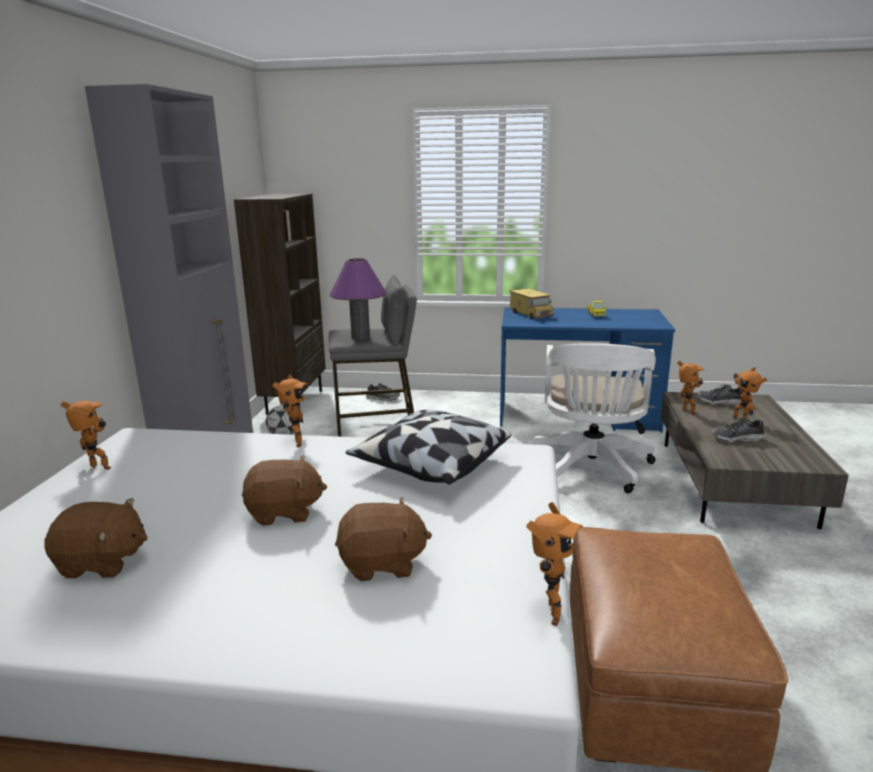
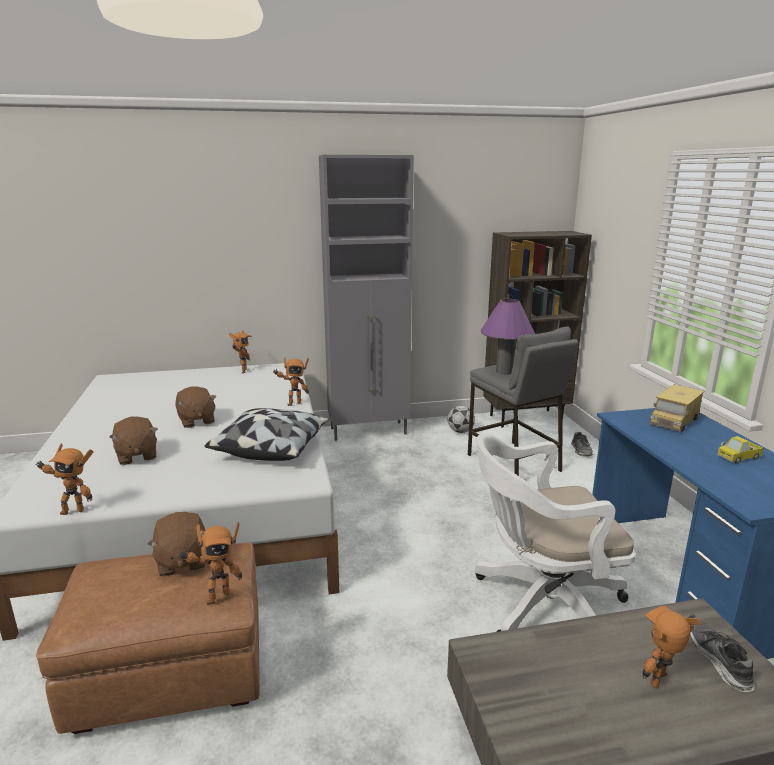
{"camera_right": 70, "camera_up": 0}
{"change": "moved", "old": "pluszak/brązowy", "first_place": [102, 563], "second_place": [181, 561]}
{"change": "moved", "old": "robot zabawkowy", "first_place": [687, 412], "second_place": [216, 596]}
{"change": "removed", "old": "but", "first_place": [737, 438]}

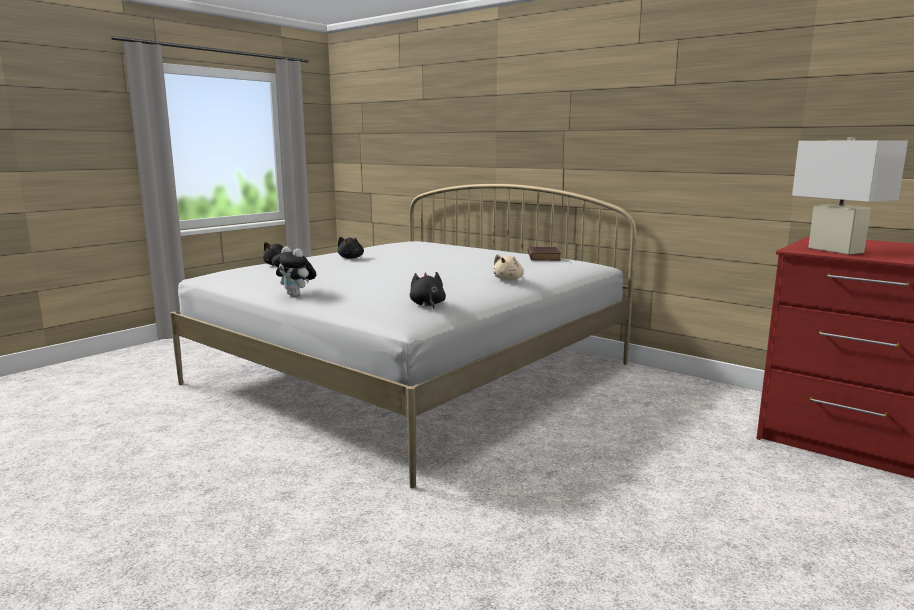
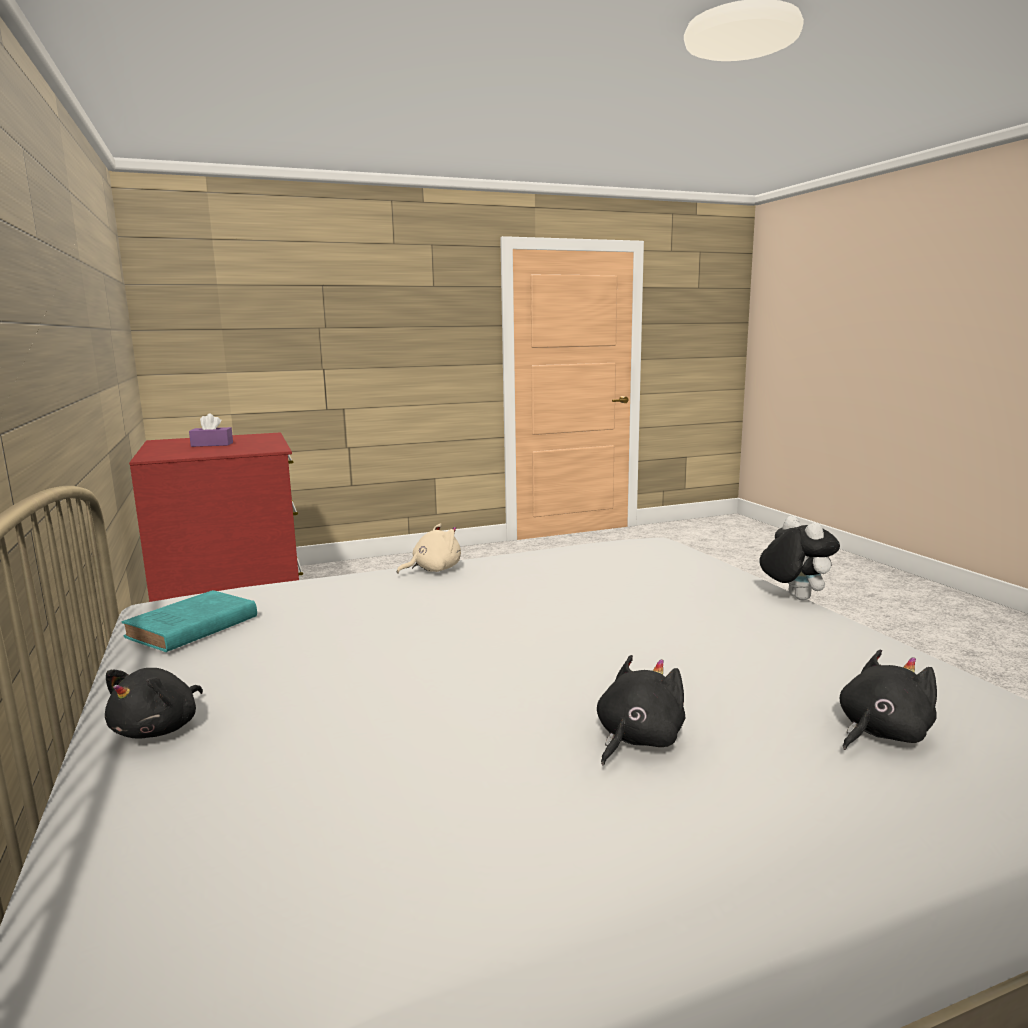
{"camera_right": -150, "camera_up": 0}
{"change": "moved", "old": "pluszak/czarny", "first_place": [427, 305], "second_place": [159, 729]}
{"change": "recoloured", "old": "książka/brązowy", "new": "książka/turkusowy", "first_place": [543, 256], "second_place": [189, 628]}
{"change": "removed", "old": "lampa stołowa/biały", "first_place": [835, 250]}
{"change": "added", "new": "pudełko chusteczek/fioletowy", "second_place": [212, 444]}

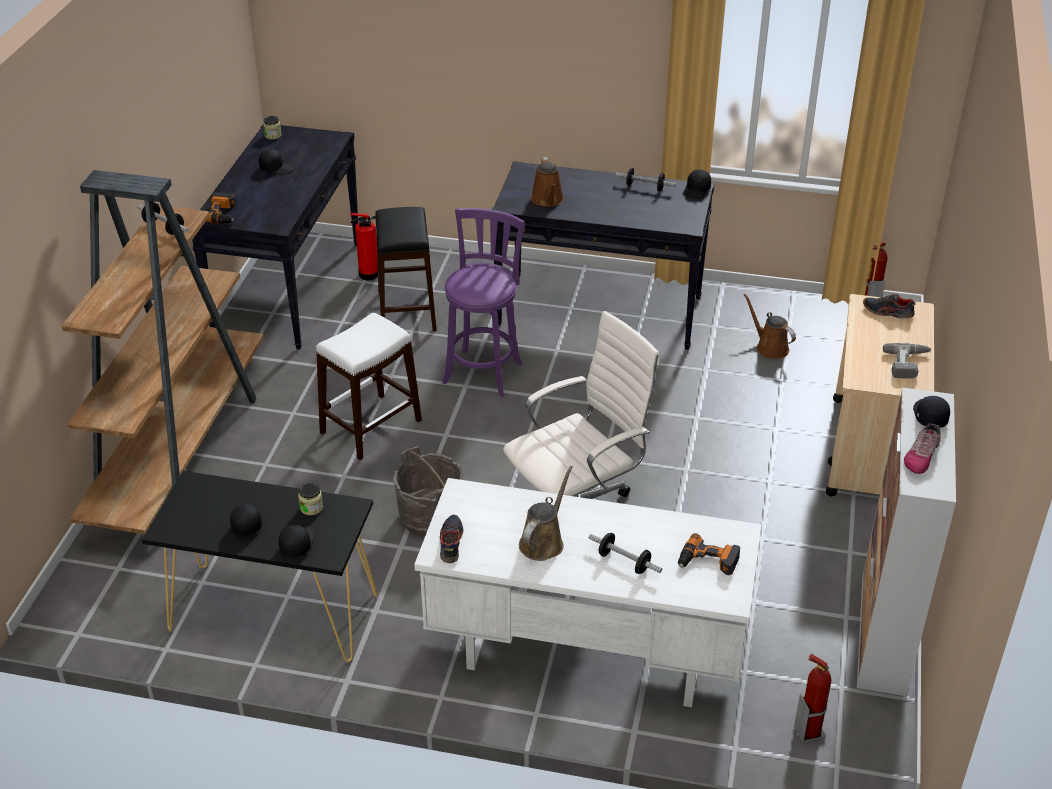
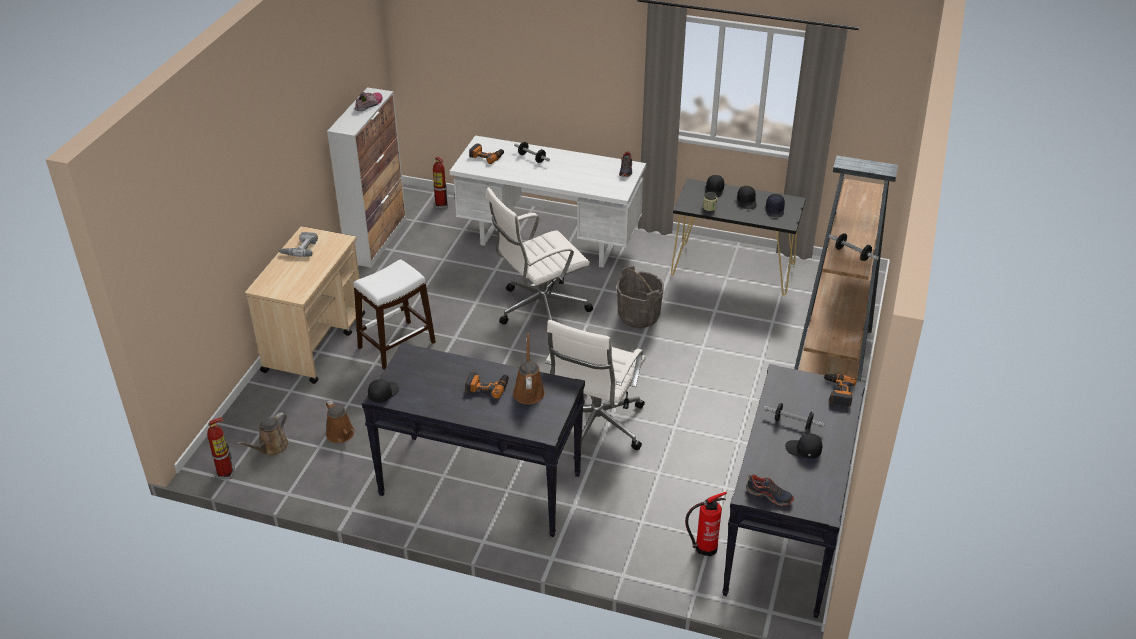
{"camera_right": -175, "camera_up": 0}
{"change": "removed", "old": "słoik", "first_place": [273, 135]}
{"change": "moved", "old": "stołek/biały", "first_place": [370, 426], "second_place": [397, 345]}
{"change": "removed", "old": "stołek/czarny", "first_place": [407, 310]}
{"change": "replaced", "old": "stołek/fioletowy", "new": "krzesło biurowe/biały", "first_place": [484, 371], "second_place": [594, 427]}
{"change": "moved", "old": "konewka/brązowy", "first_place": [543, 541], "second_place": [271, 447]}
{"change": "moved", "old": "hantel", "first_place": [645, 187], "second_place": [793, 423]}
{"change": "moved", "old": "but", "first_place": [887, 312], "second_place": [769, 495]}
{"change": "moved", "old": "czapka z daszkiem/czarny", "first_place": [929, 416], "second_place": [775, 210]}
{"change": "added", "new": "wiertarka", "second_place": [487, 386]}

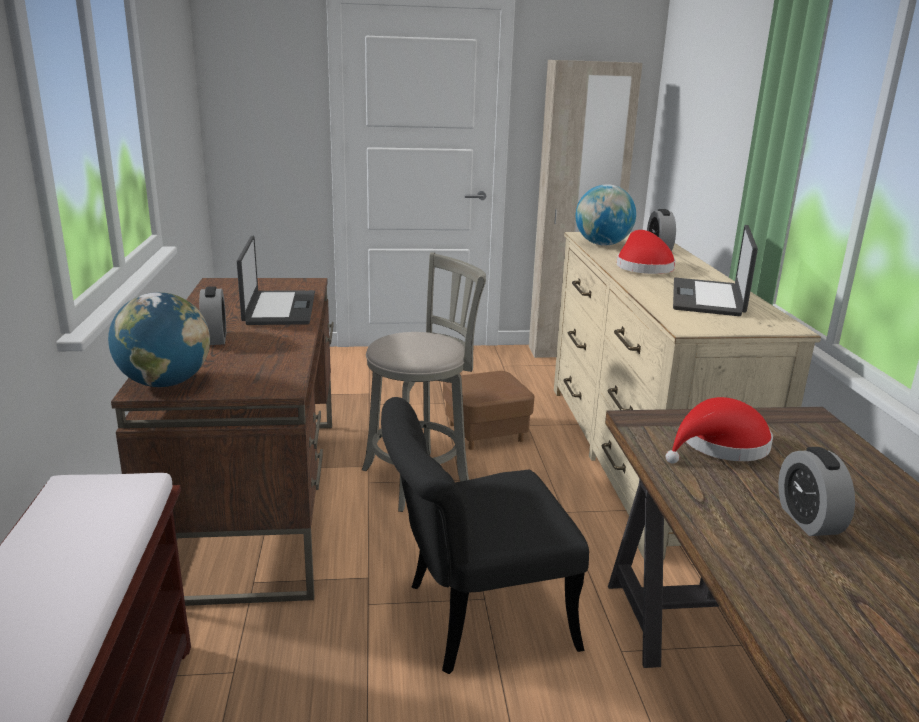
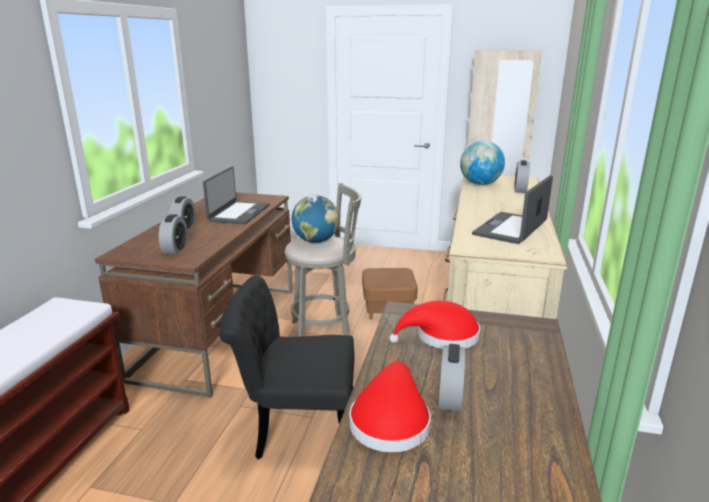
{"camera_right": 20, "camera_up": 0}
{"change": "moved", "old": "globus", "first_place": [165, 383], "second_place": [315, 241]}
{"change": "moved", "old": "kapelusz/czerwony", "first_place": [642, 267], "second_place": [390, 420]}
{"change": "added", "new": "budzik", "second_place": [175, 249]}

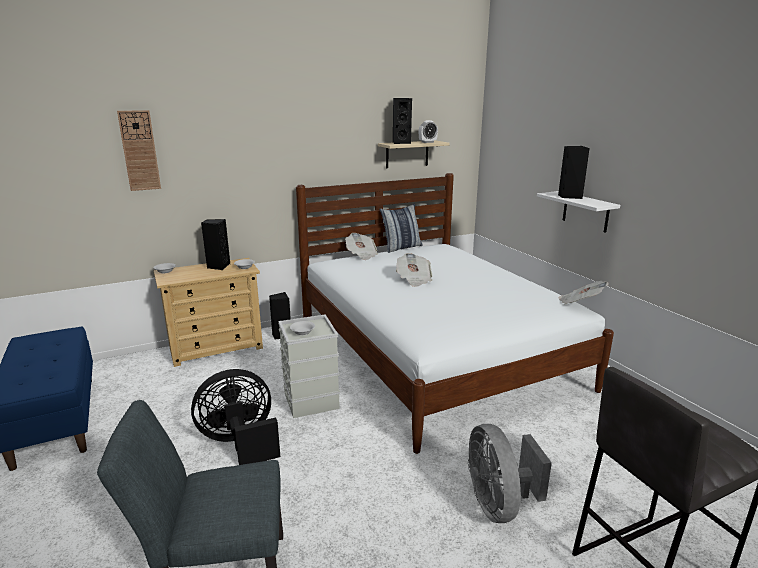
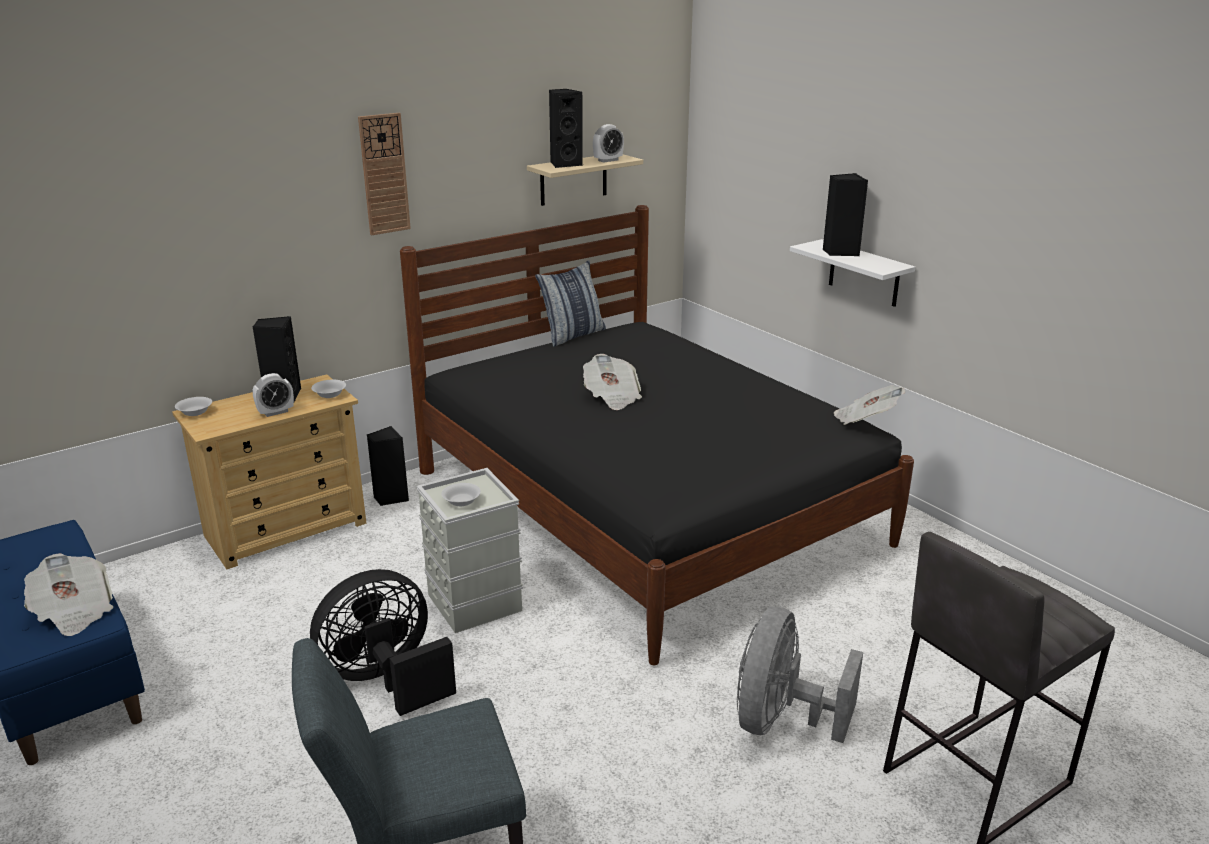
{"camera_right": -10, "camera_up": 5}
{"change": "moved", "old": "zegar ścienny", "first_place": [139, 151], "second_place": [384, 174]}
{"change": "recoloured", "old": "łóżko/biały", "new": "łóżko/czarny", "first_place": [433, 353], "second_place": [644, 507]}
{"change": "moved", "old": "gazeta", "first_place": [361, 255], "second_place": [74, 612]}
{"change": "turned", "old": "wentylator/szary", "first_place": [499, 504], "second_place": [780, 720], "degrees": 45}
{"change": "added", "new": "budzik", "second_place": [276, 412]}

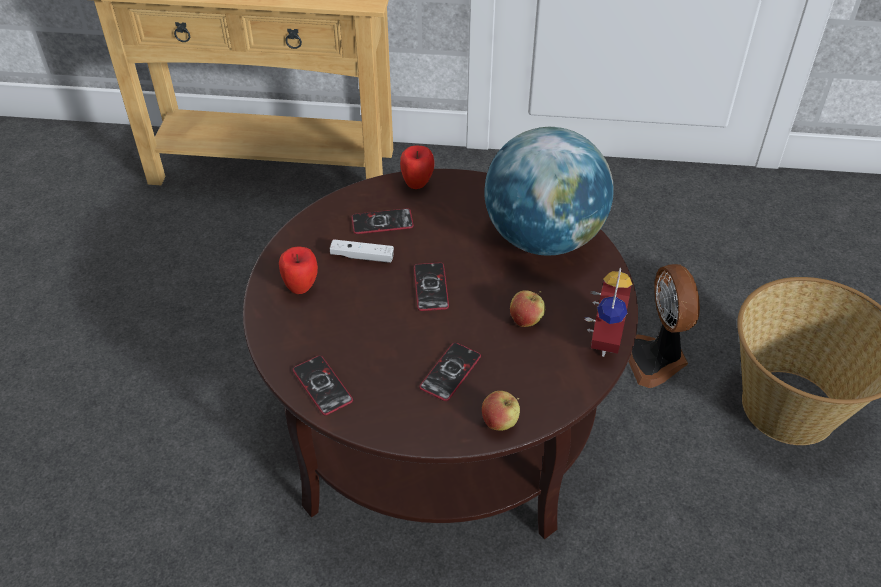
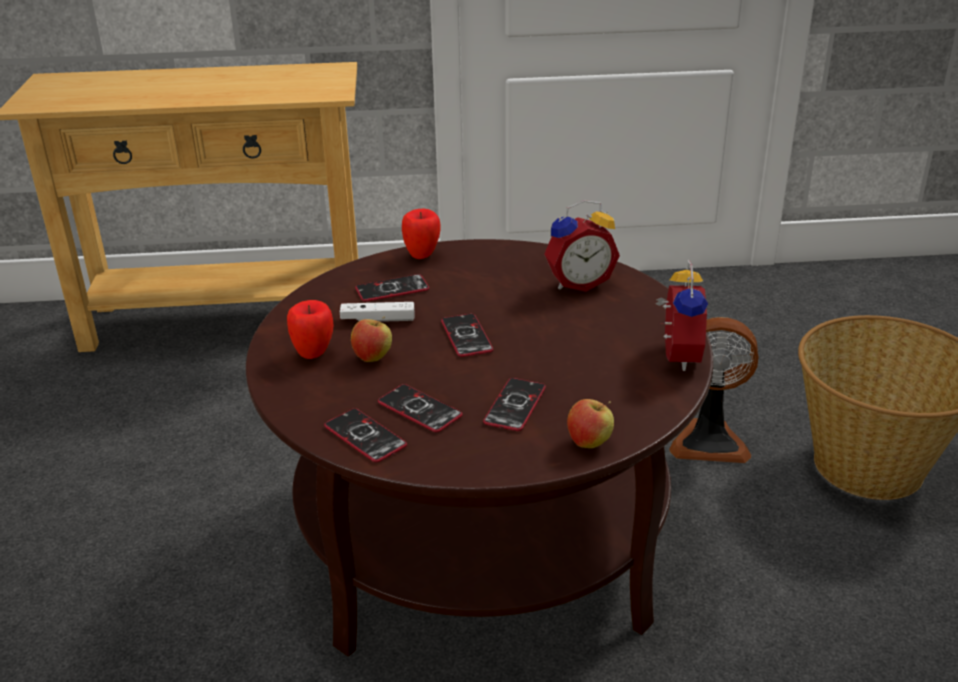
{"camera_right": -10, "camera_up": -15}
{"change": "replaced", "old": "globus", "new": "budzik", "first_place": [543, 238], "second_place": [578, 283]}
{"change": "moved", "old": "jabłko", "first_place": [526, 321], "second_place": [373, 357]}
{"change": "turned", "old": "wentylator", "first_place": [656, 359], "second_place": [709, 441], "degrees": -60}
{"change": "added", "new": "telefon", "second_place": [419, 409]}

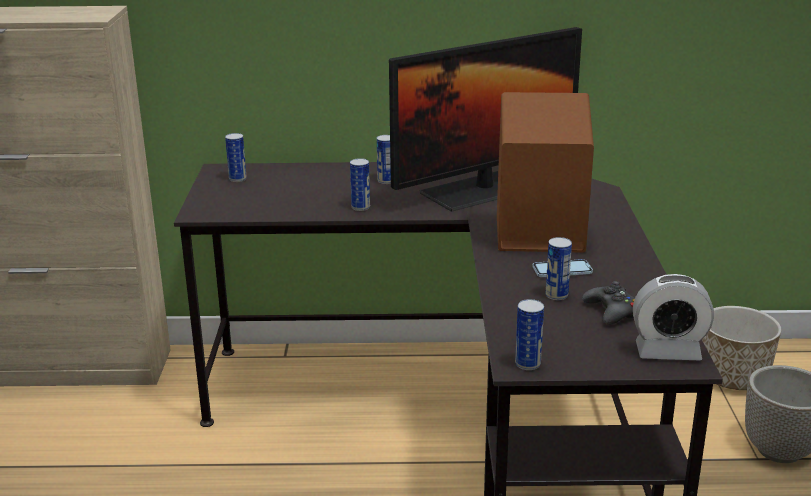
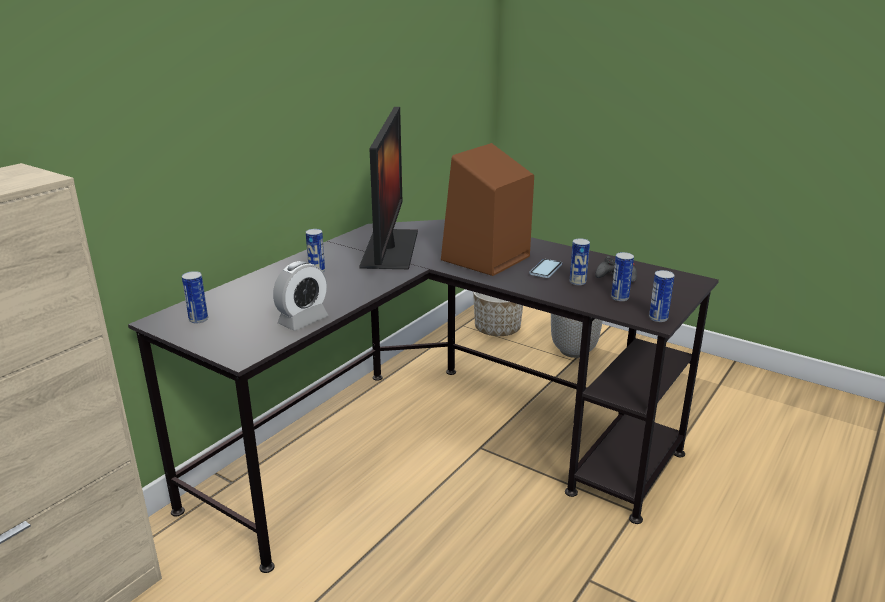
{"camera_right": -55, "camera_up": 0}
{"change": "moved", "old": "puszka", "first_place": [360, 207], "second_place": [620, 298]}
{"change": "moved", "old": "budzik", "first_place": [668, 352], "second_place": [303, 321]}

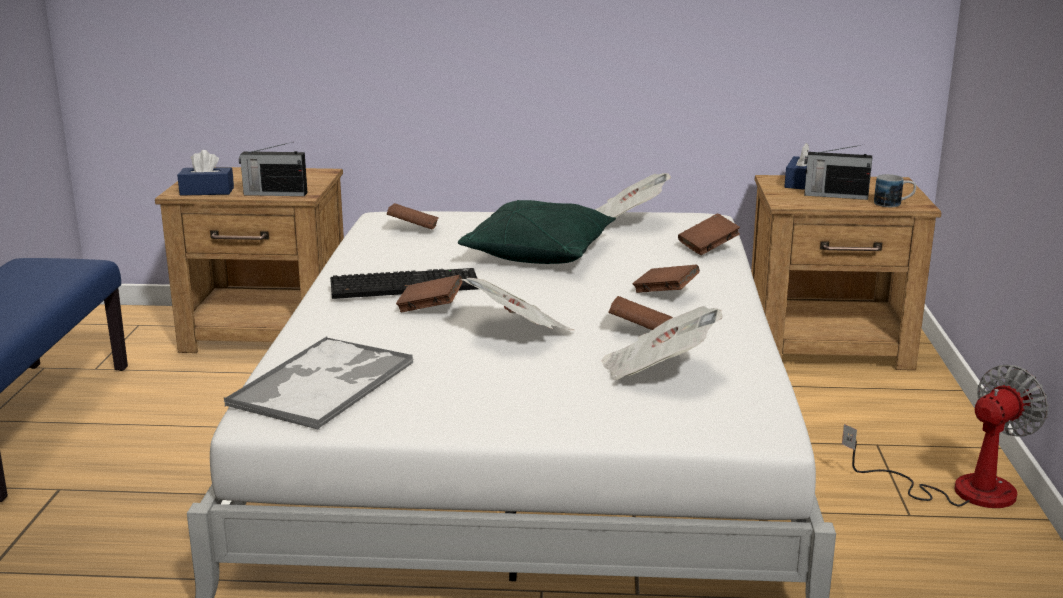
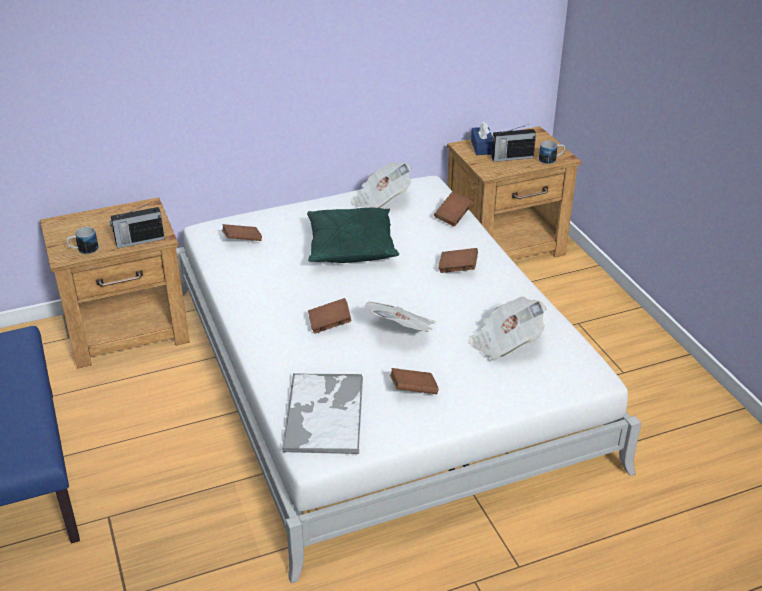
{"camera_right": -25, "camera_up": 15}
{"change": "replaced", "old": "pudełko chusteczek/niebieski", "new": "kubek", "first_place": [207, 191], "second_place": [83, 250]}
{"change": "removed", "old": "klawiatura", "first_place": [406, 285]}
{"change": "moved", "old": "książka/brązowy", "first_place": [640, 331], "second_place": [413, 390]}
{"change": "removed", "old": "wentylator", "first_place": [960, 490]}

